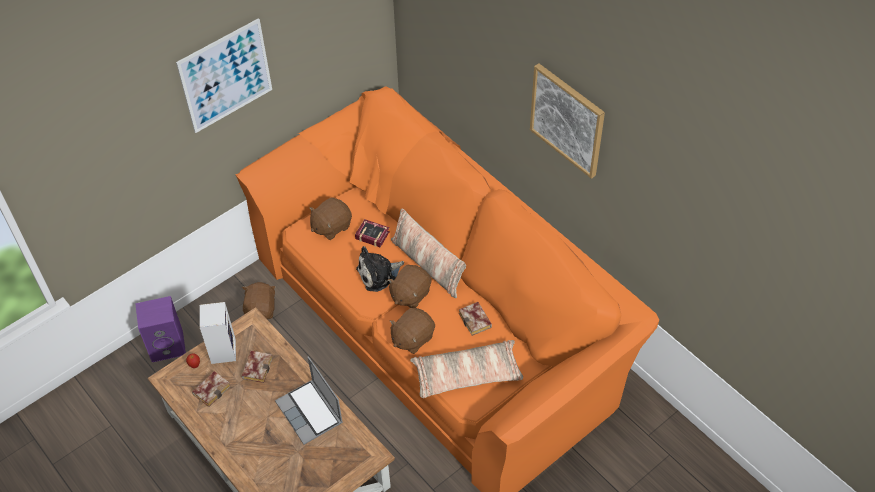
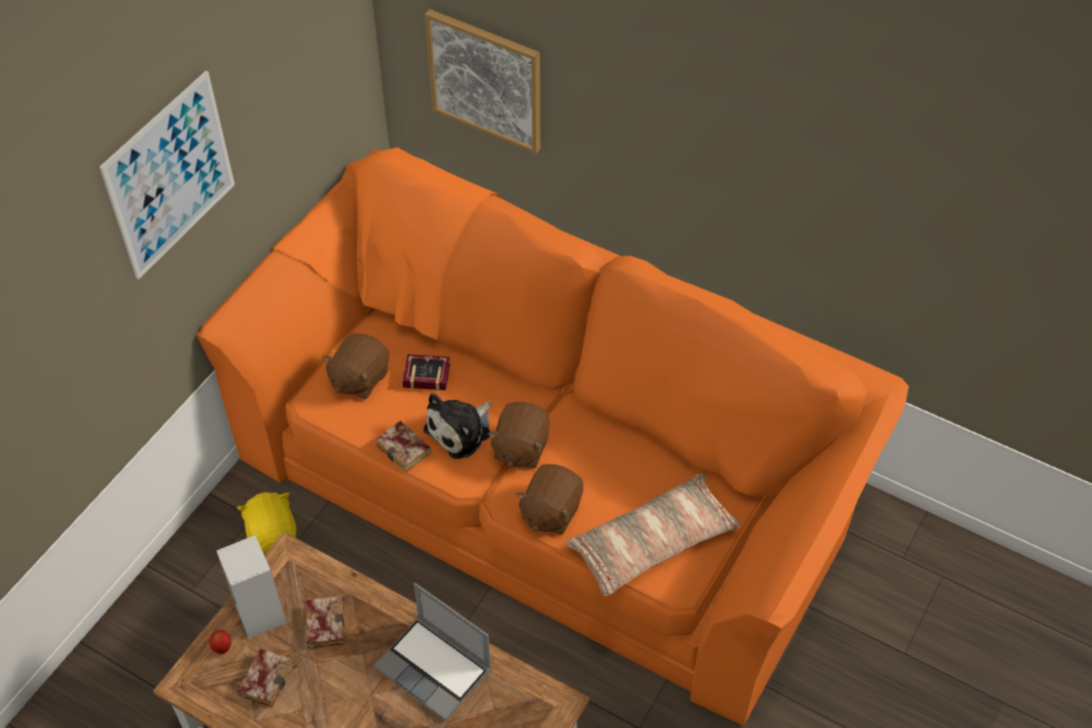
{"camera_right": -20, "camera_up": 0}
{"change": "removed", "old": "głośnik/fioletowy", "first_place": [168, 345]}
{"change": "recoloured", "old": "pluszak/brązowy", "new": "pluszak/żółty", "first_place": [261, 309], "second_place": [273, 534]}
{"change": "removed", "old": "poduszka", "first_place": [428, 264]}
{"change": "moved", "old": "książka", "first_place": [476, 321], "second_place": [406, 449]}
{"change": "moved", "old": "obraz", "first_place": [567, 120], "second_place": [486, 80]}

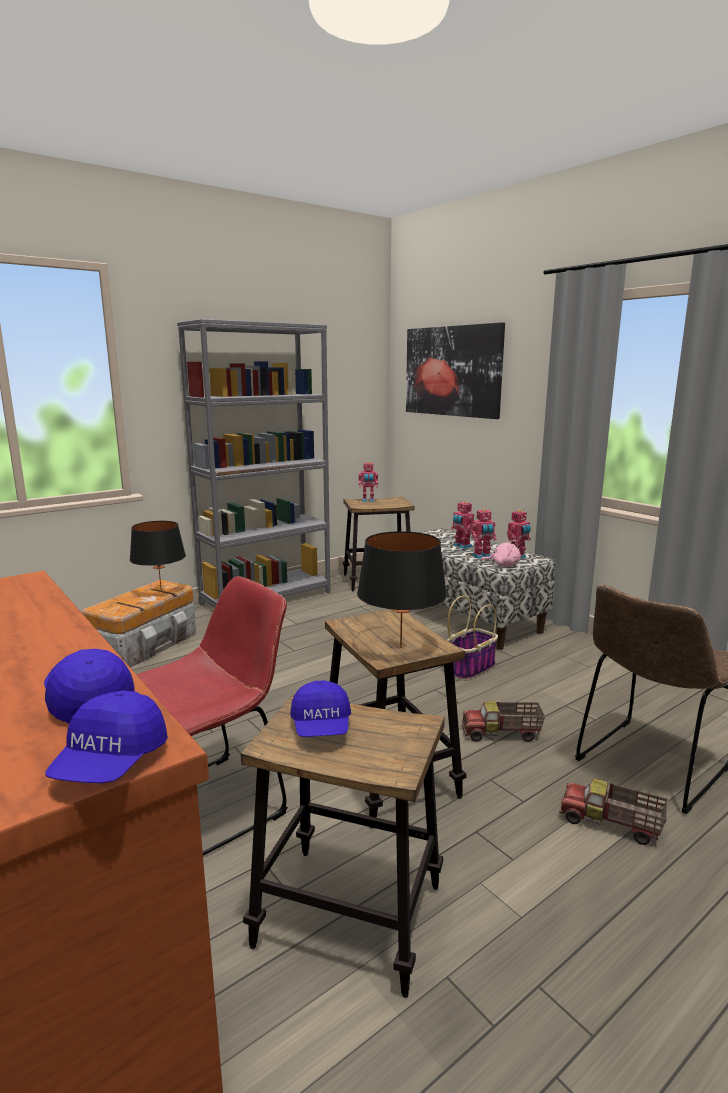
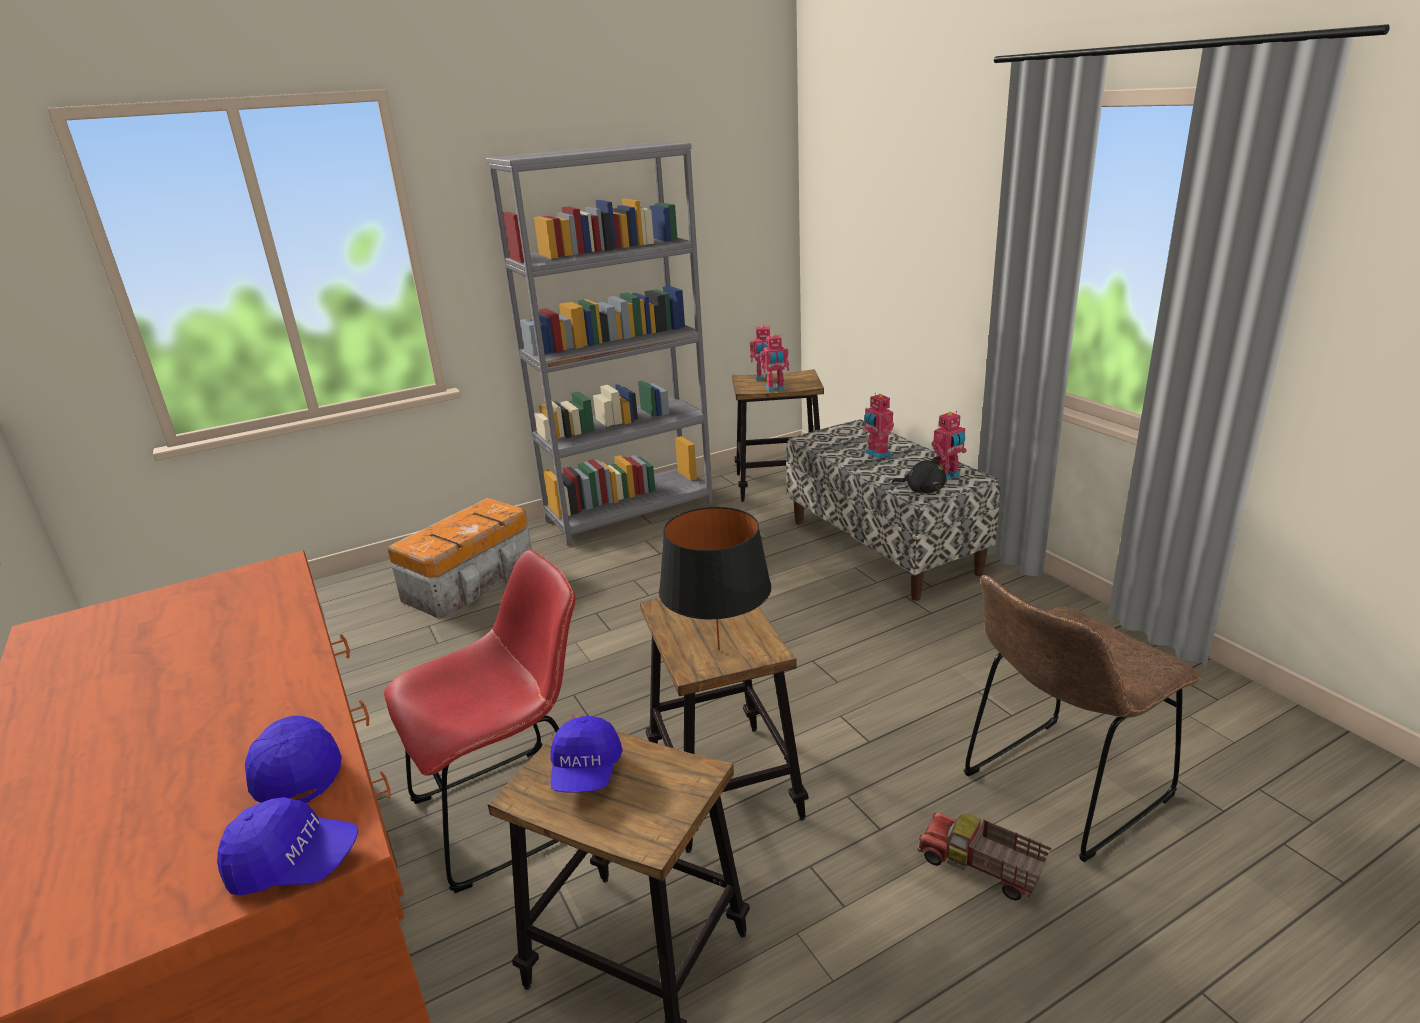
{"camera_right": 10, "camera_up": 10}
{"change": "turned", "old": "czapka z daszkiem/niebieski", "first_place": [110, 763], "second_place": [294, 864], "degrees": -105}
{"change": "removed", "old": "lampa stołowa/czarny", "first_place": [161, 590]}
{"change": "removed", "old": "obraz", "first_place": [452, 371]}
{"change": "removed", "old": "koszyk", "first_place": [470, 668]}
{"change": "removed", "old": "ciężarówka zabawkowa", "first_place": [501, 734]}
{"change": "moved", "old": "robot zabawkowy", "first_place": [482, 556], "second_place": [775, 389]}
{"change": "recoloured", "old": "pluszak/różowy", "new": "pluszak/czarny", "first_place": [503, 565], "second_place": [922, 490]}

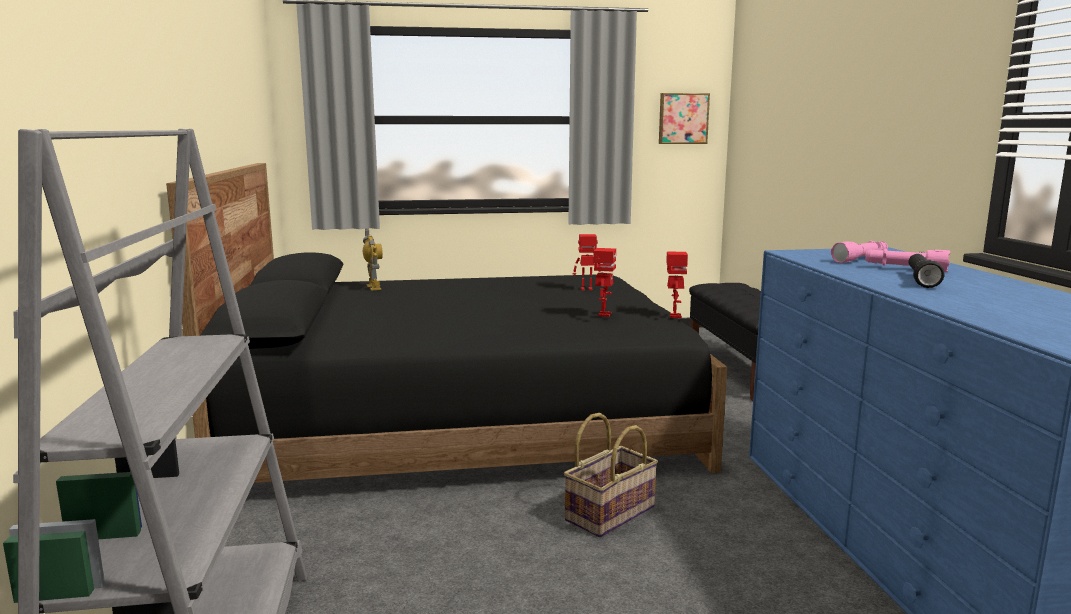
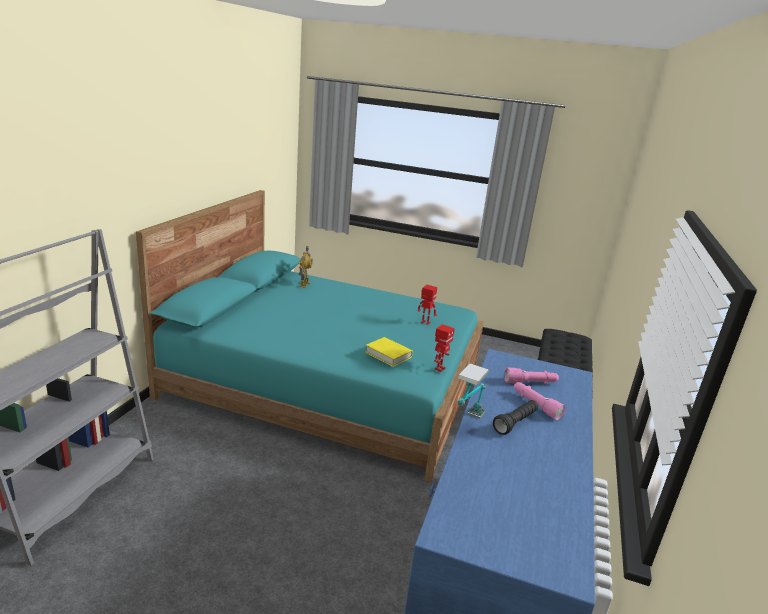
{"camera_right": 25, "camera_up": 10}
{"change": "recoloured", "old": "łóżko/czarny", "new": "łóżko/turkusowy", "first_place": [462, 418], "second_place": [326, 382]}
{"change": "removed", "old": "koszyk", "first_place": [609, 513]}
{"change": "replaced", "old": "robot zabawkowy", "new": "książka/żółty", "first_place": [603, 314], "second_place": [388, 355]}
{"change": "removed", "old": "obraz", "first_place": [683, 118]}
{"change": "added", "new": "lampa stołowa", "second_place": [467, 424]}

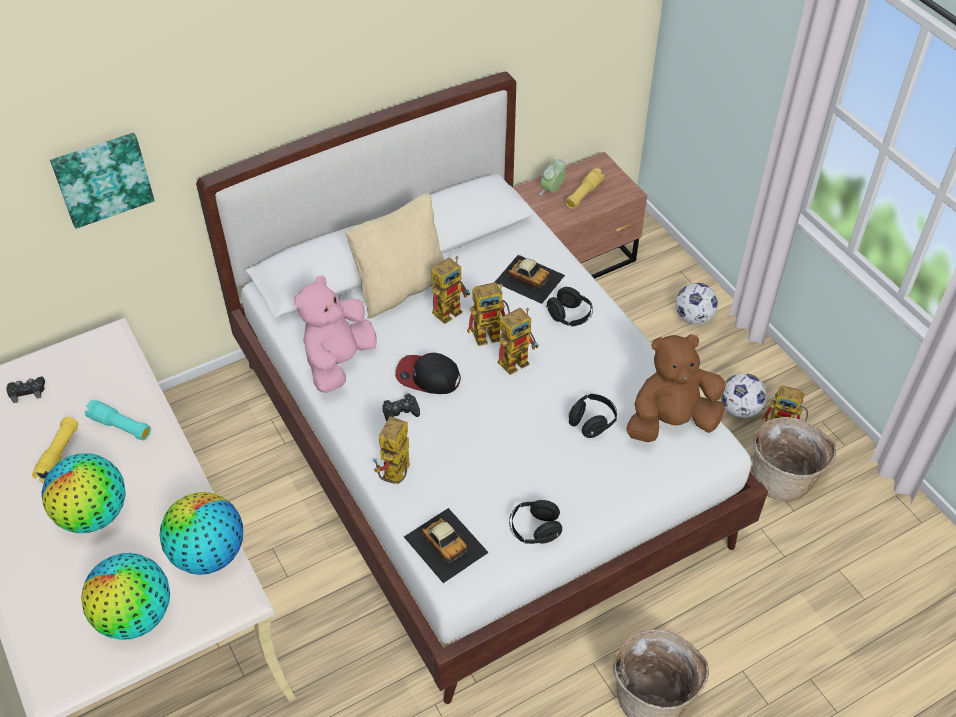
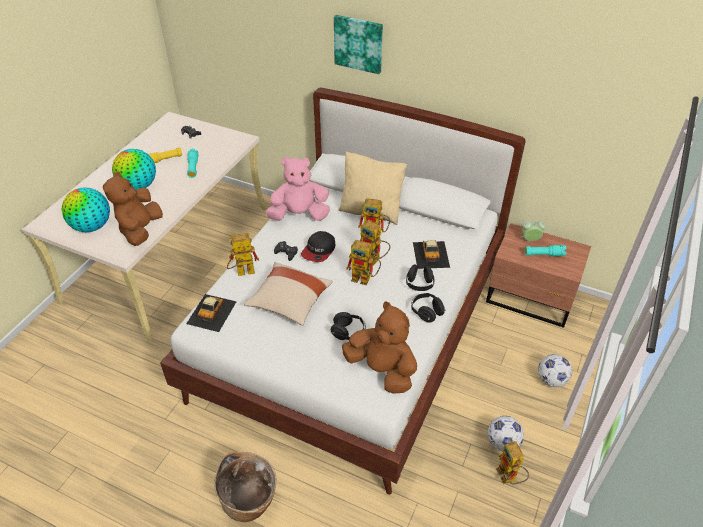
{"camera_right": 55, "camera_up": -5}
{"change": "moved", "old": "obraz", "first_place": [102, 178], "second_place": [359, 43]}
{"change": "replaced", "old": "globus", "new": "pluszak/brązowy", "first_place": [208, 554], "second_place": [140, 230]}
{"change": "turned", "old": "czapka z daszkiem", "first_place": [427, 377], "second_place": [319, 250], "degrees": -135}
{"change": "moved", "old": "słuchawki/czarny", "first_place": [534, 530], "second_place": [426, 312]}
{"change": "recoloured", "old": "latarka/żółty", "new": "latarka/turkusowy", "first_place": [583, 194], "second_place": [544, 254]}
{"change": "removed", "old": "koszyk", "first_place": [783, 478]}
{"change": "added", "new": "poduszka/beżowy", "second_place": [289, 302]}

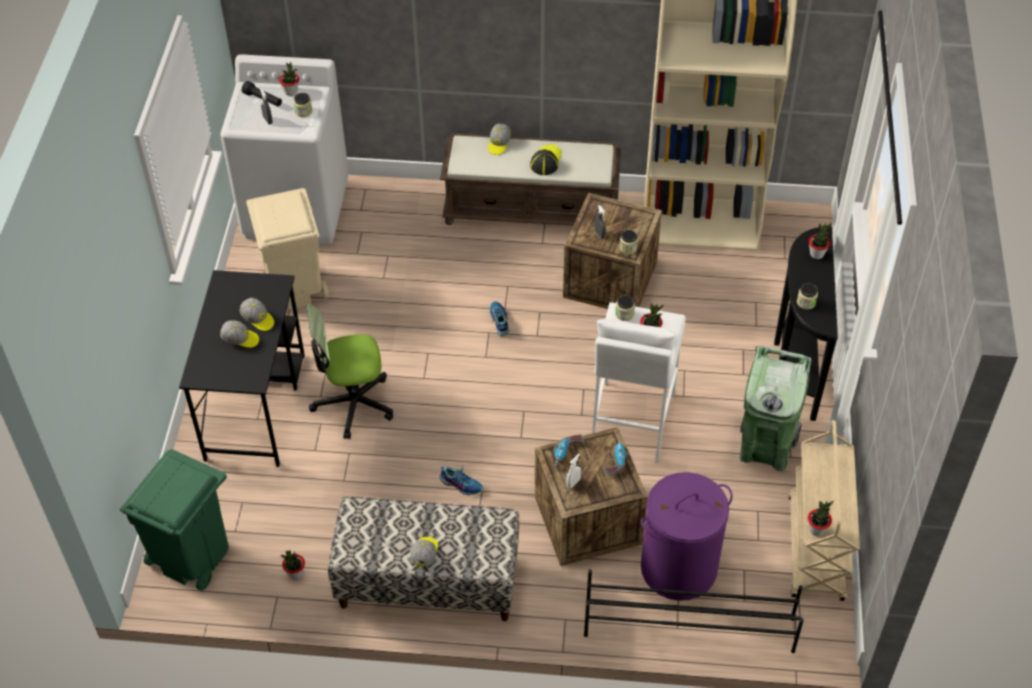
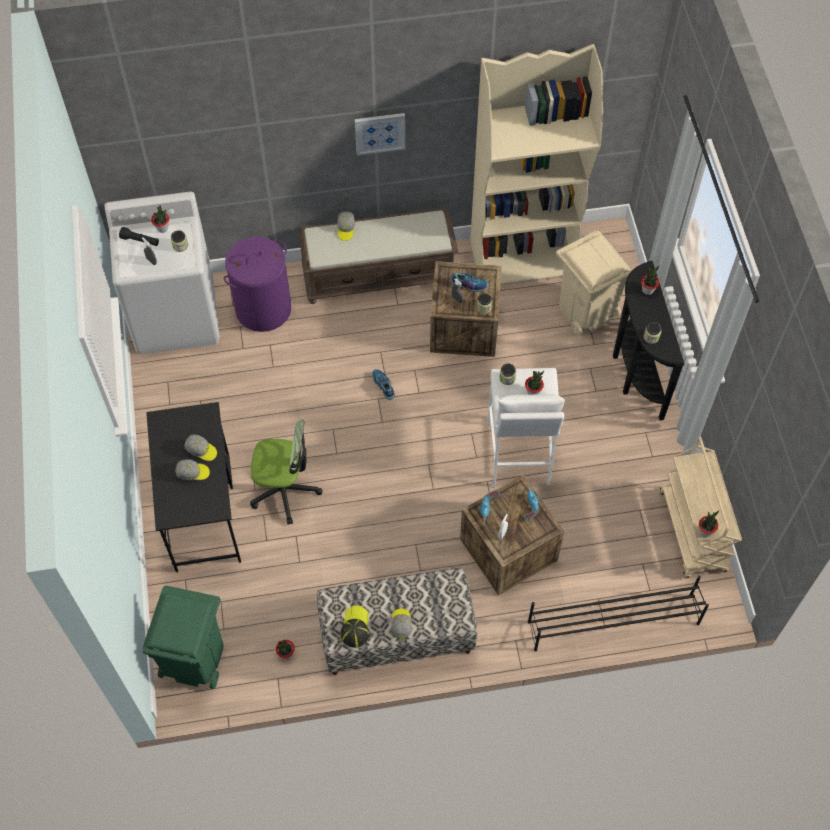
{"camera_right": -15, "camera_up": 10}
{"change": "moved", "old": "kosz na śmieci/beżowy", "first_place": [294, 287], "second_place": [585, 311]}
{"change": "turned", "old": "krzesło biurowe", "first_place": [353, 403], "second_place": [285, 490], "degrees": -150}
{"change": "moved", "old": "but", "first_place": [461, 484], "second_place": [469, 284]}
{"change": "moved", "old": "czapka z daszkiem", "first_place": [546, 161], "second_place": [355, 627]}
{"change": "moved", "old": "kosz na pranie/fioletowy", "first_place": [678, 567], "second_place": [263, 308]}
{"change": "removed", "old": "kosz na śmieci/zielony", "first_place": [765, 448]}
{"change": "added", "new": "obraz", "second_place": [380, 133]}

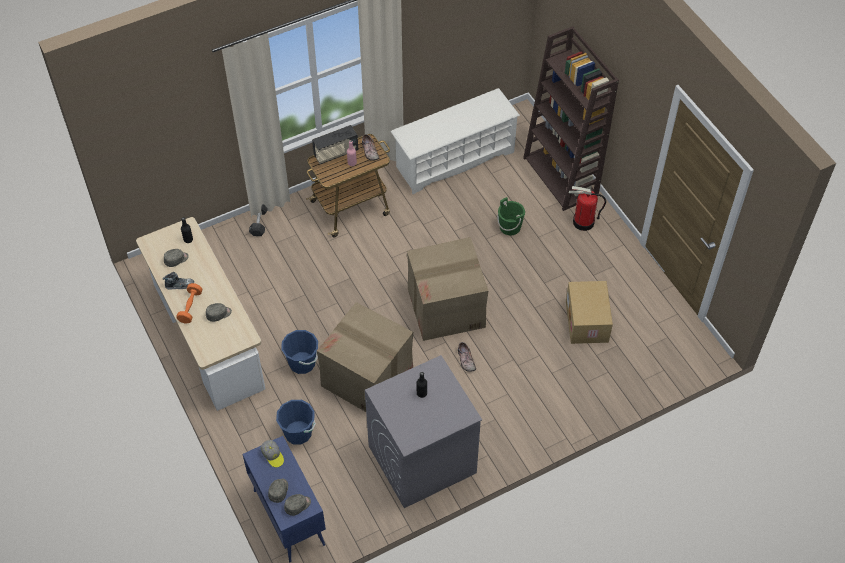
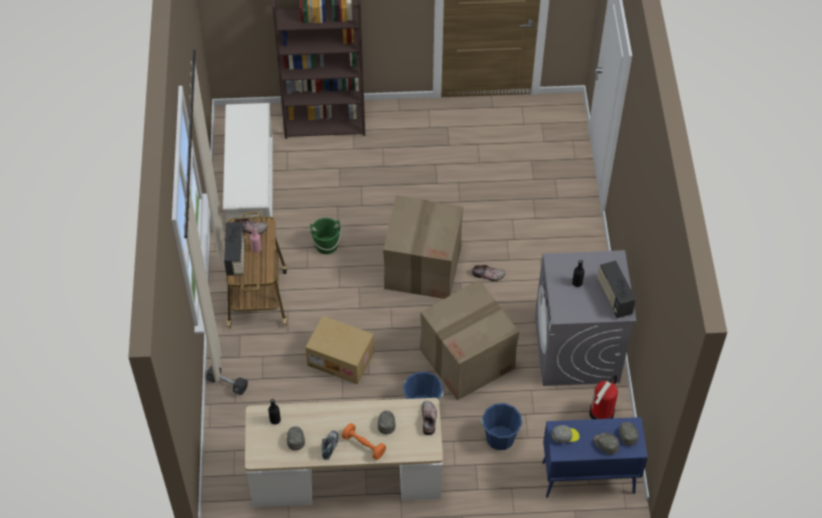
{"camera_right": -65, "camera_up": 0}
{"change": "moved", "old": "wiadro/zielony", "first_place": [510, 227], "second_place": [326, 245]}
{"change": "moved", "old": "karton", "first_place": [587, 321], "second_place": [341, 358]}
{"change": "moved", "old": "gaśnica", "first_place": [583, 222], "second_place": [601, 413]}
{"change": "added", "new": "but", "second_place": [429, 419]}
{"change": "added", "new": "radio", "second_place": [614, 297]}

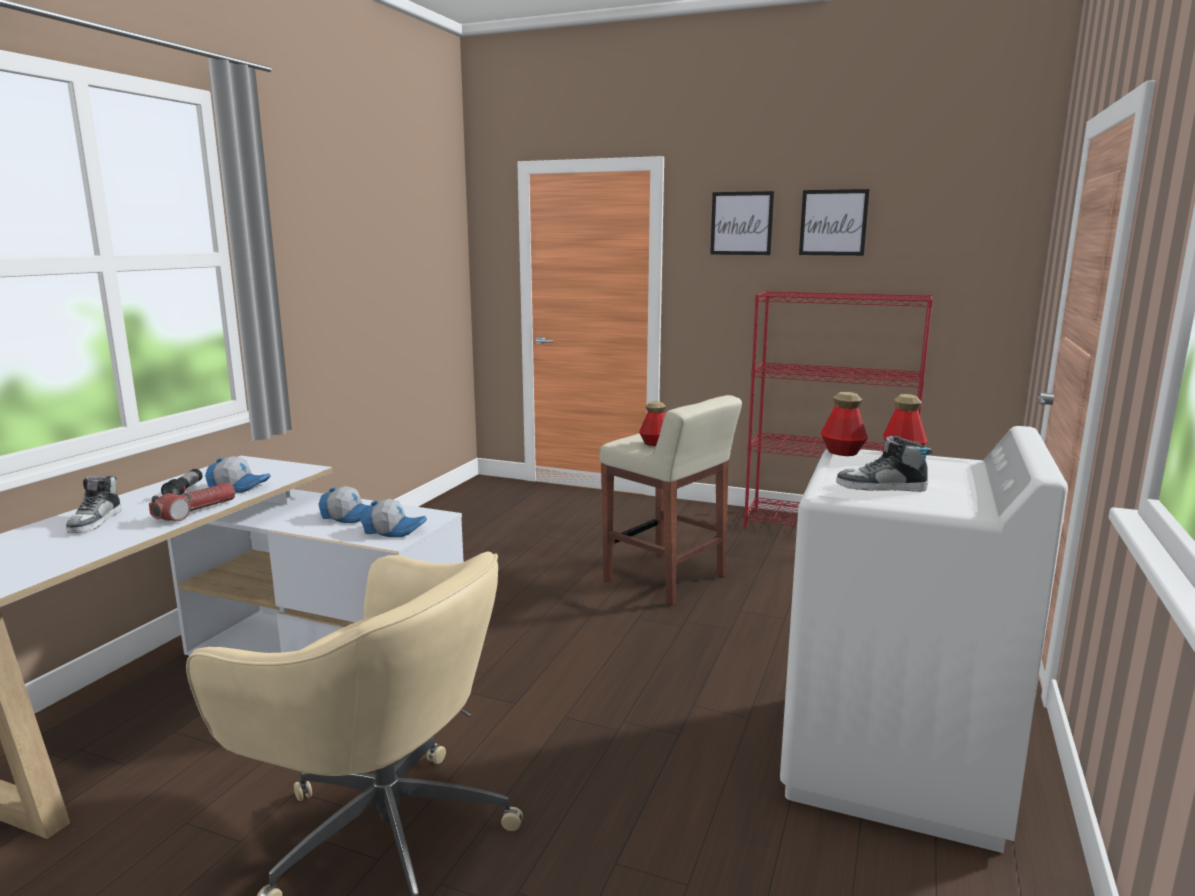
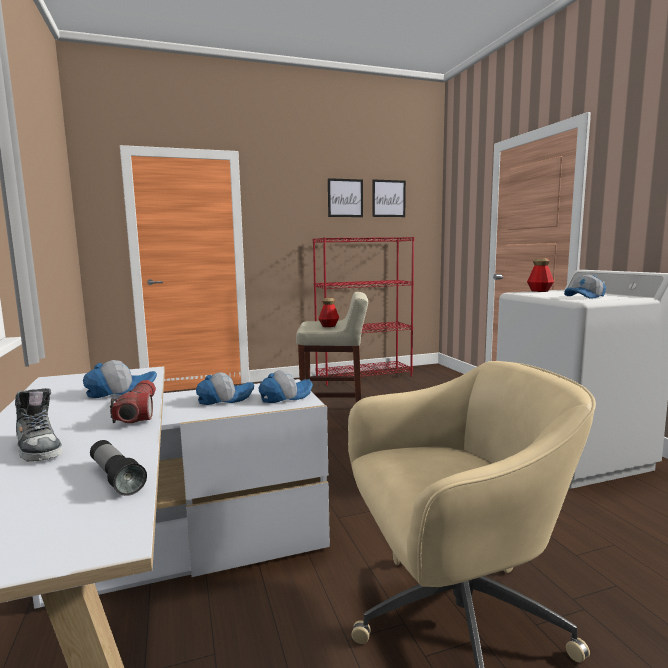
{"camera_right": -40, "camera_up": -5}
{"change": "moved", "old": "latarka", "first_place": [184, 491], "second_place": [116, 478]}
{"change": "moved", "old": "obraz", "first_place": [741, 223], "second_place": [388, 198]}
{"change": "removed", "old": "butelka", "first_place": [842, 452]}
{"change": "replaced", "old": "but", "new": "czapka z daszkiem", "first_place": [881, 487], "second_place": [585, 297]}

